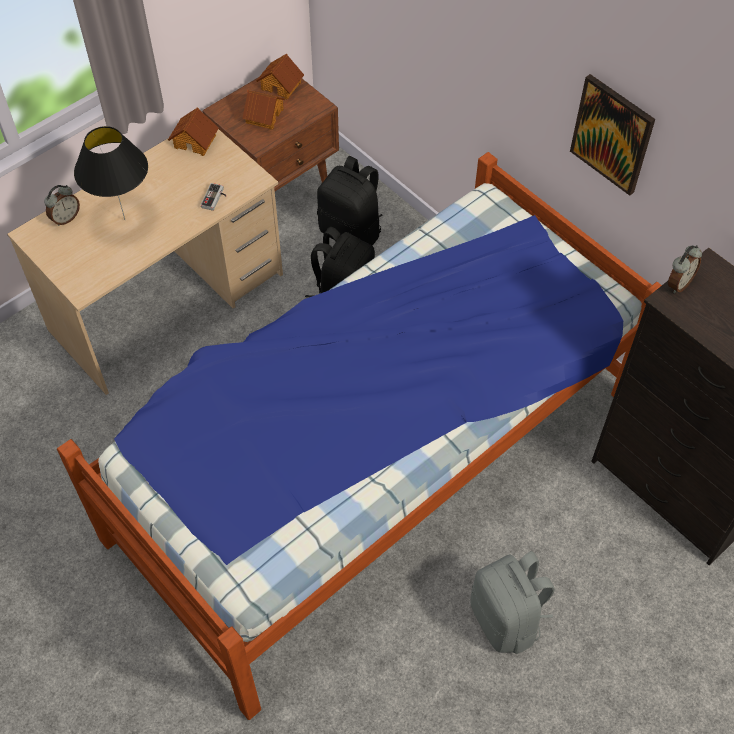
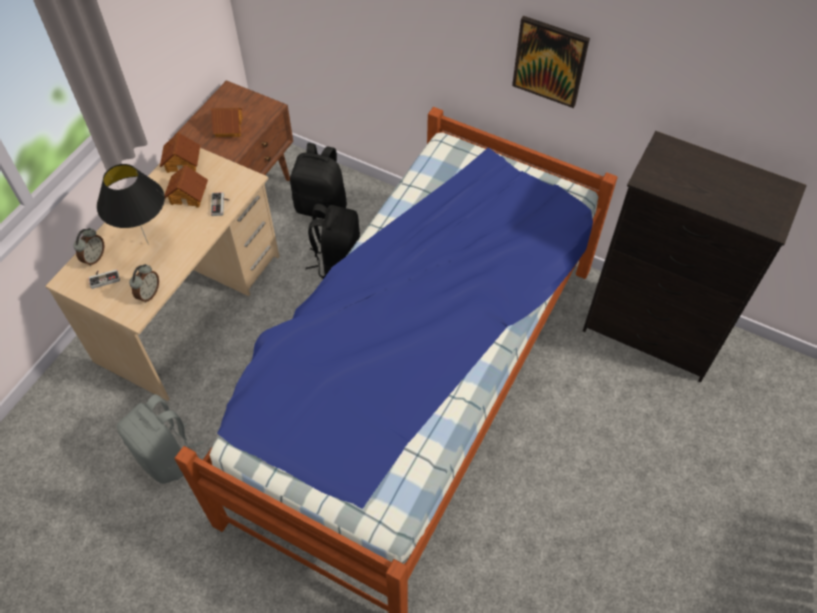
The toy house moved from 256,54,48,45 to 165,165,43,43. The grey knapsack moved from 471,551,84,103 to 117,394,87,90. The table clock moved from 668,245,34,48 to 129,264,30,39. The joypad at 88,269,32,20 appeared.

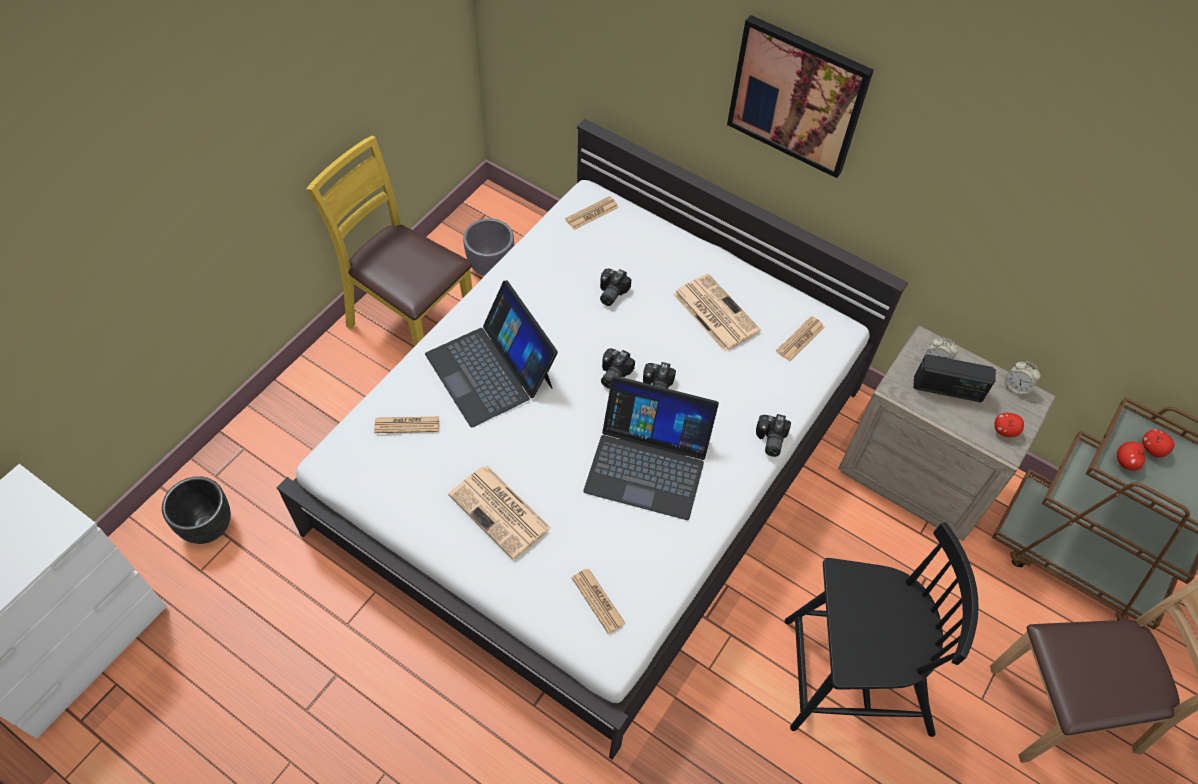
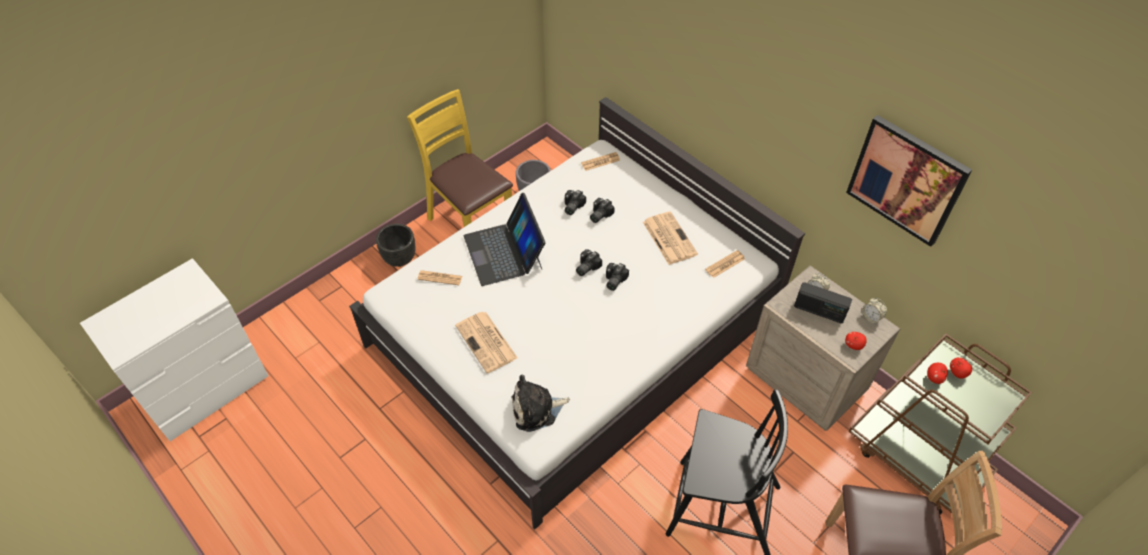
The black plant pot moved from 162,476,69,68 to 376,224,39,43. The newspaper at 571,569,55,65 was replaced by the soft toy at 511,374,59,58. The notebook computer at 583,376,136,144 disappeared. The wall art moved from 727,15,147,163 to 846,115,126,132. The still camera moved from 756,414,35,43 to 565,190,21,25.

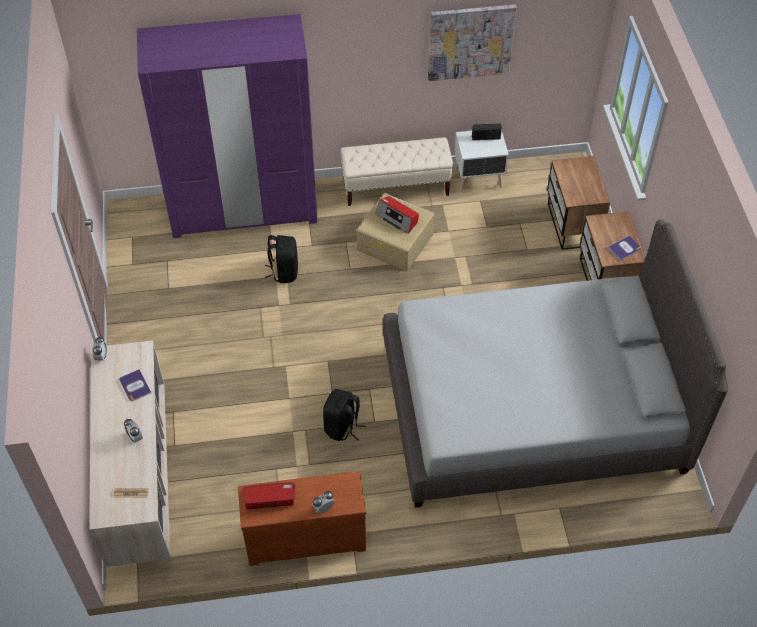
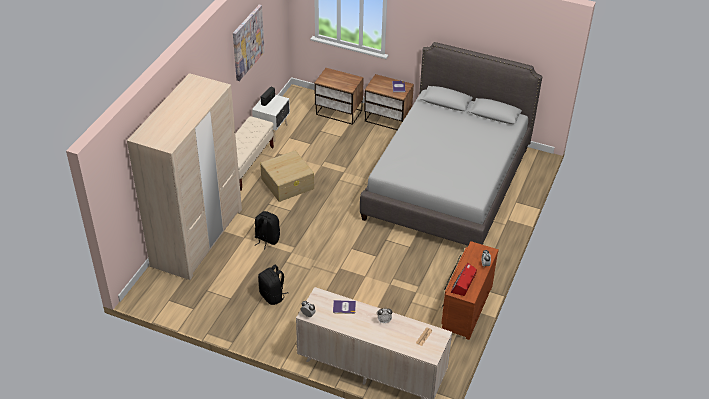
The purplish wardrobe at 137,14,181,224 became the sand-coloured wardrobe at 127,73,115,207. The black knapsack moved from 323,389,42,52 to 258,265,30,40. The radio set at 375,196,44,38 disappeared.

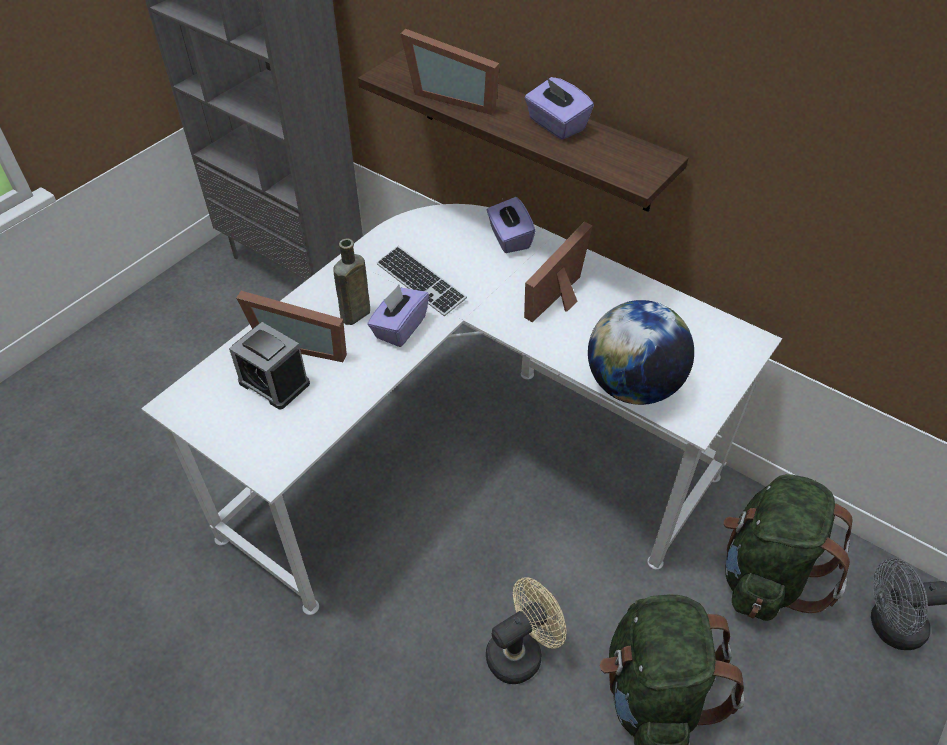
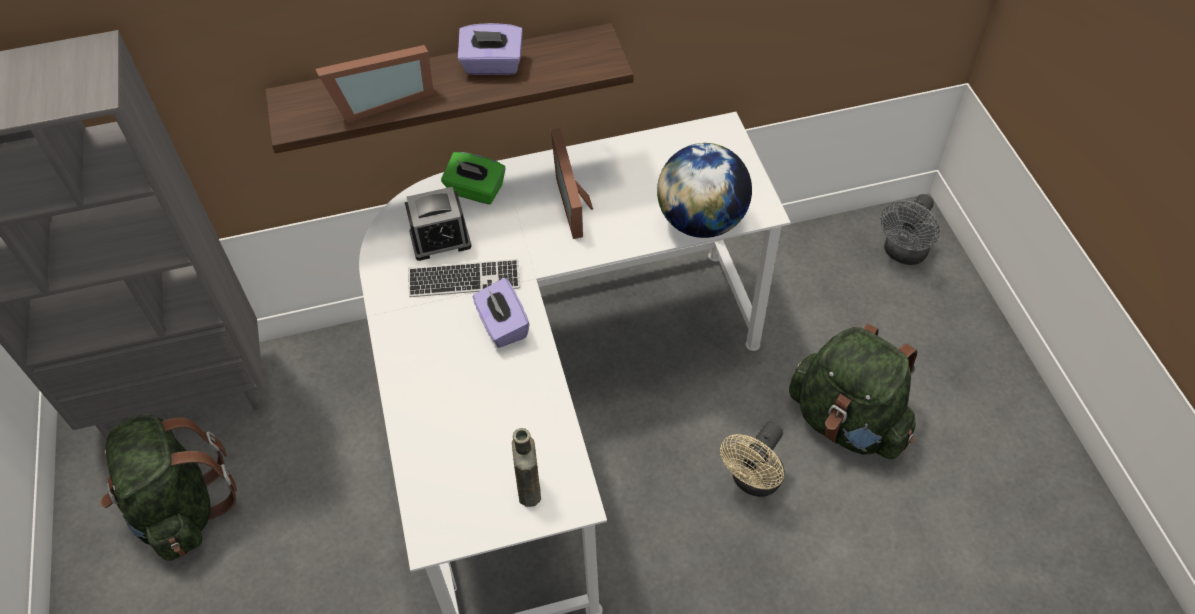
The table clock moved from 229,322,81,87 to 405,187,67,74. The picture frame at 236,291,111,71 disappeared. The brownish drink bottle moved from 334,239,36,86 to 512,428,29,79. The sand-coloured cooling fan at 486,577,81,107 turned 150 degrees counterclockwise. The purplish box of tissues at 487,197,48,56 became the green box of tissues at 441,152,64,53. The green knapsack moved from 724,474,128,147 to 101,415,136,146.

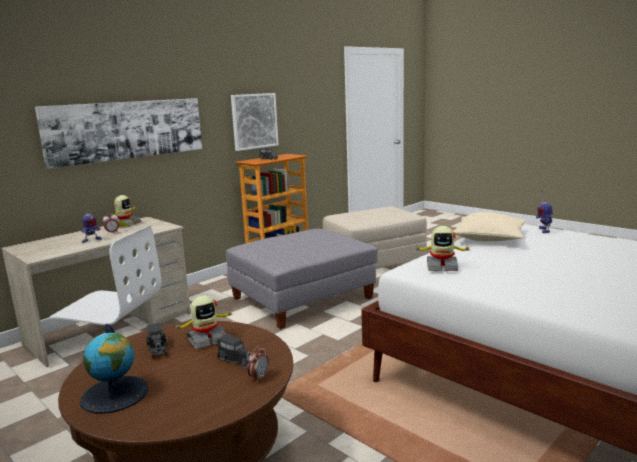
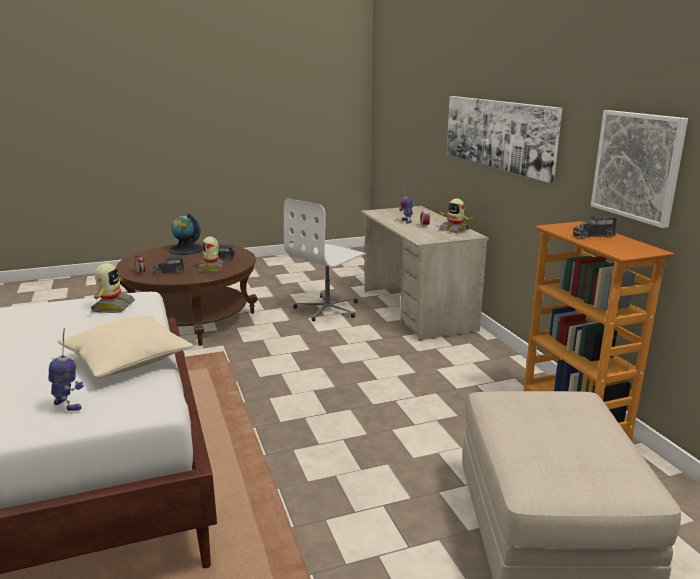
The grey ottoman at 226,229,152,100 disappeared. The toy robot at 414,226,58,45 turned 150 degrees clockwise.

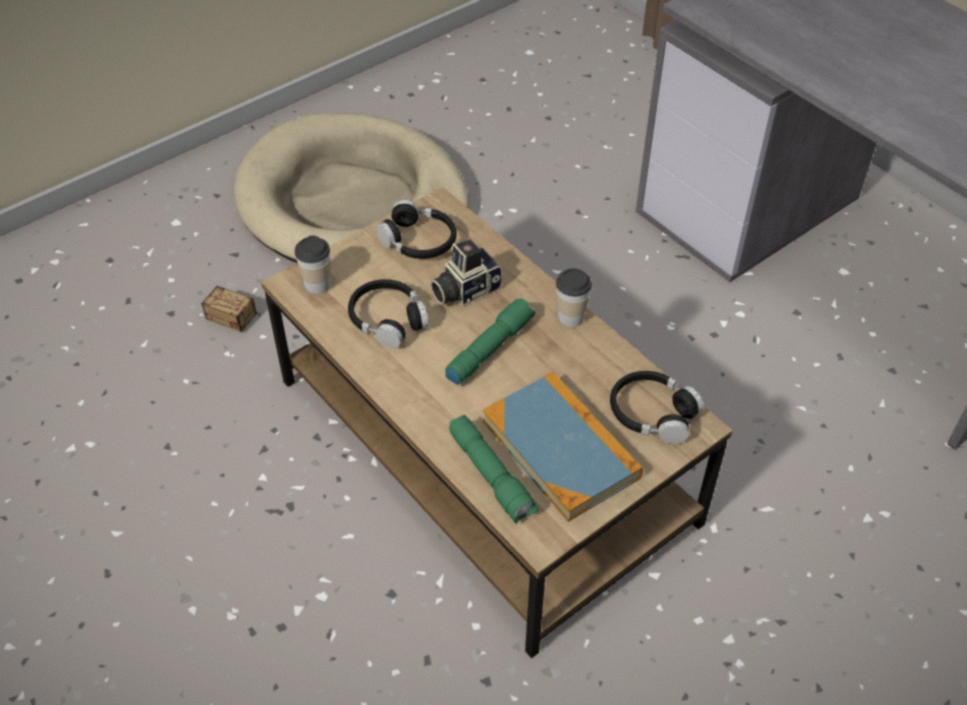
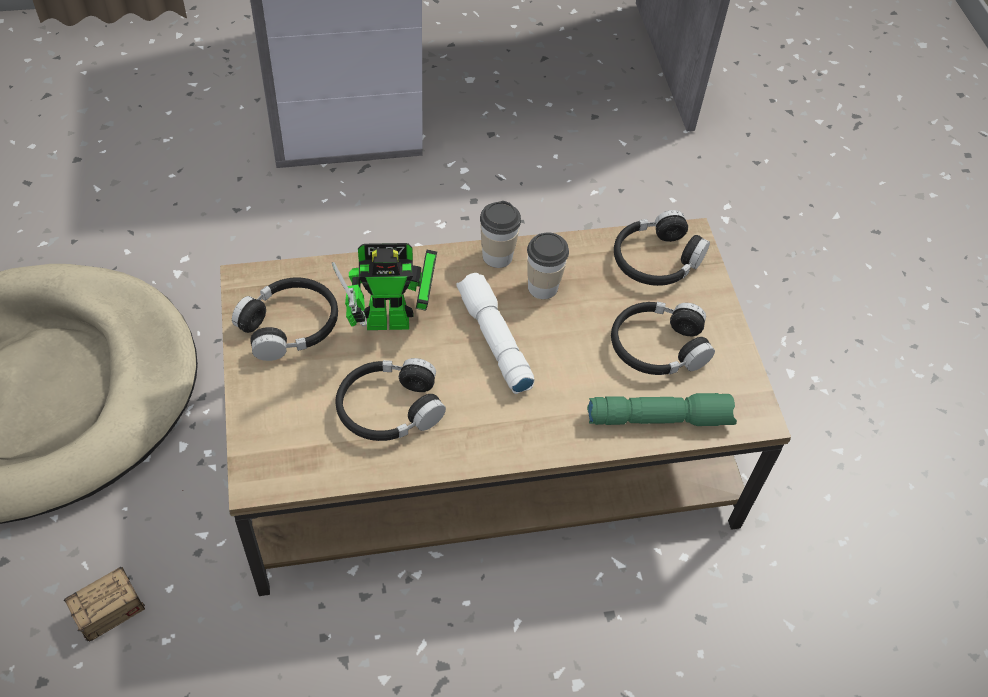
The cup moved from 295,235,36,59 to 527,233,42,66. The still camera at 430,239,72,67 was replaced by the toy robot at 332,243,105,87. The green hand torch at 445,298,91,87 became the white-coloured hand torch at 456,273,78,121. The bound book at 483,372,160,150 was replaced by the black pair of headphones at 611,302,104,73.

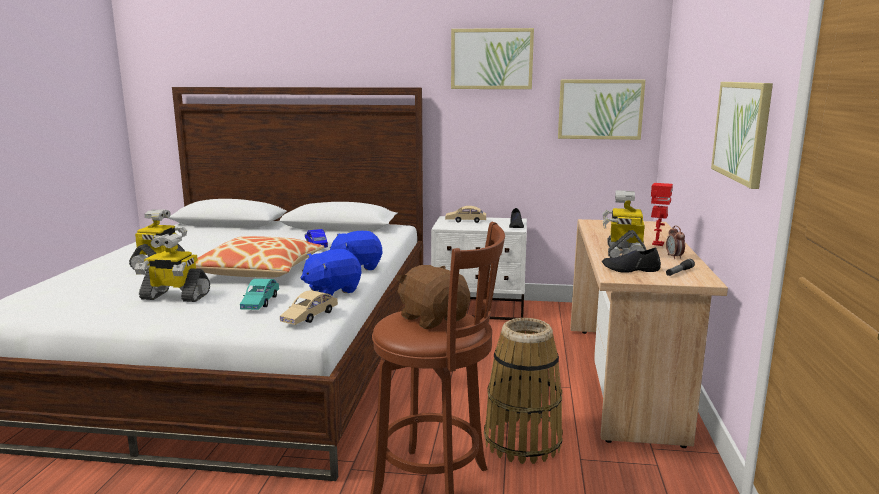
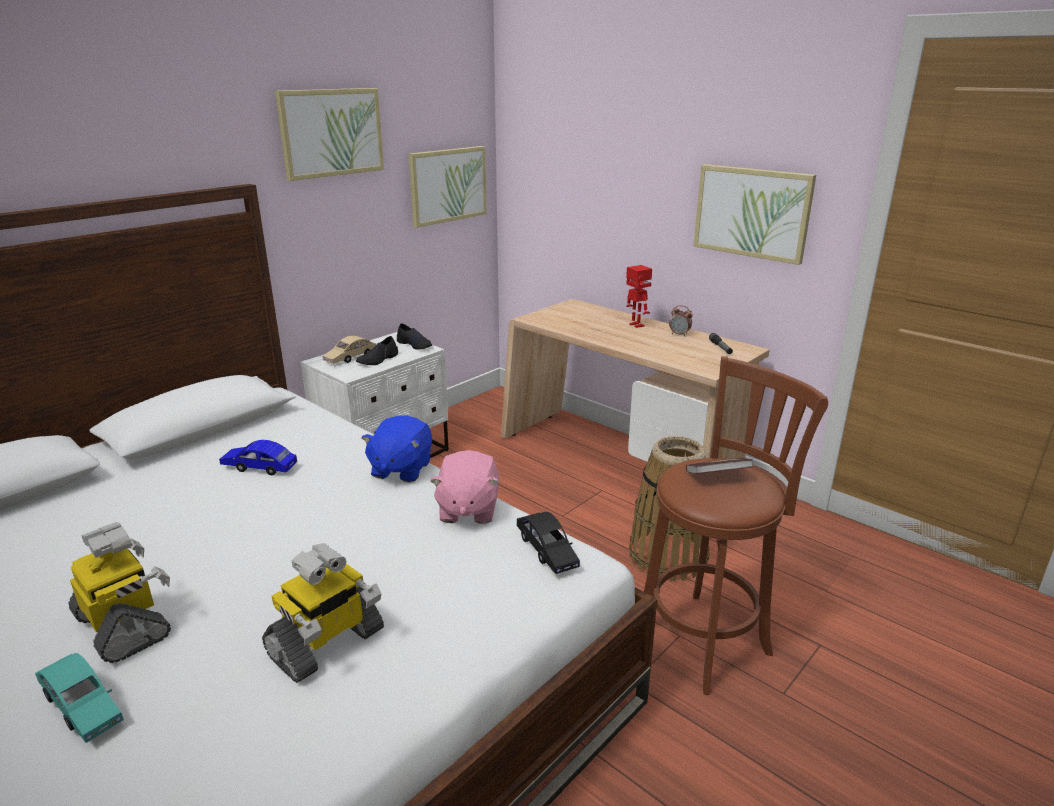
The throw pillow at 196,236,128,42 disappeared. The turquoise-coloured model car moved from 240,279,39,31 to 35,653,89,90. The sand-coloured model car at 280,290,58,35 became the black model car at 517,512,63,62. The bluish soft toy at 301,249,60,46 became the pink-coloured soft toy at 430,450,69,74. The brownish soft toy at 395,265,75,64 was replaced by the bound book at 686,458,68,16. The black shoe moved from 602,247,59,26 to 356,336,42,29. The toy robot at 603,190,43,68 disappeared.

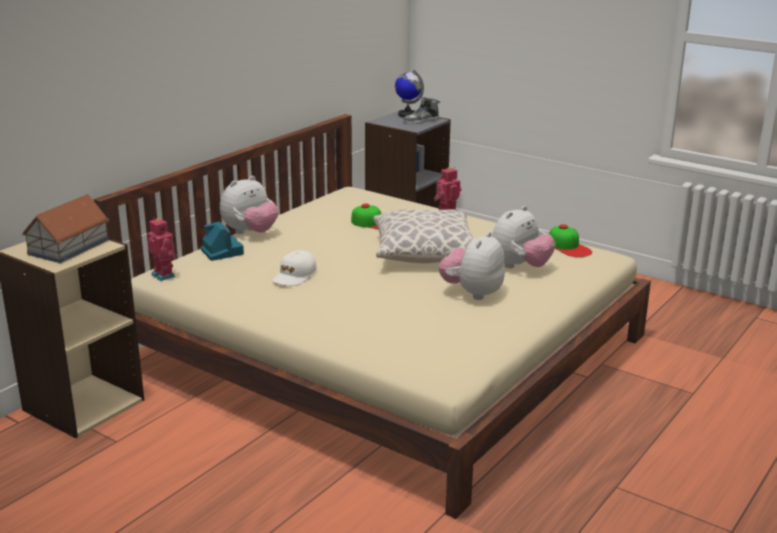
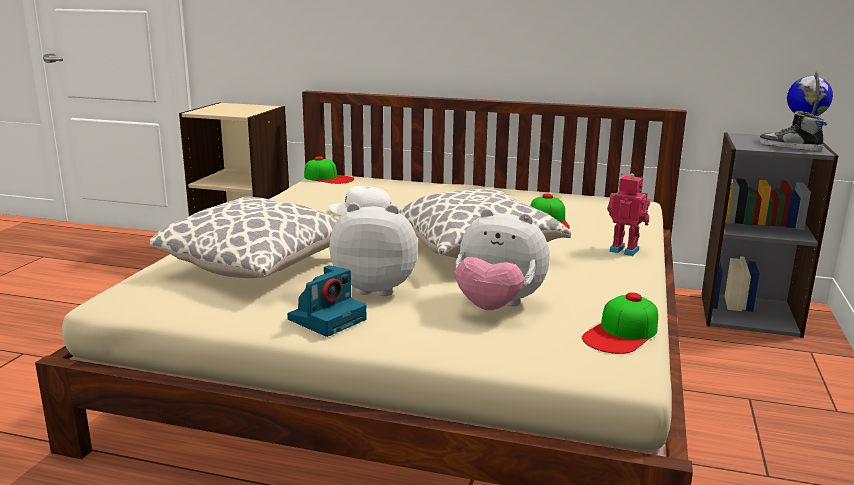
The toy house at 22,194,87,69 disappeared. The toy robot at 147,217,30,64 was replaced by the peaked cap at 304,156,50,28. The still camera moved from 201,222,43,39 to 287,265,79,72. The soft toy at 220,176,59,58 disappeared. The throw pillow at 150,196,188,82 appeared.

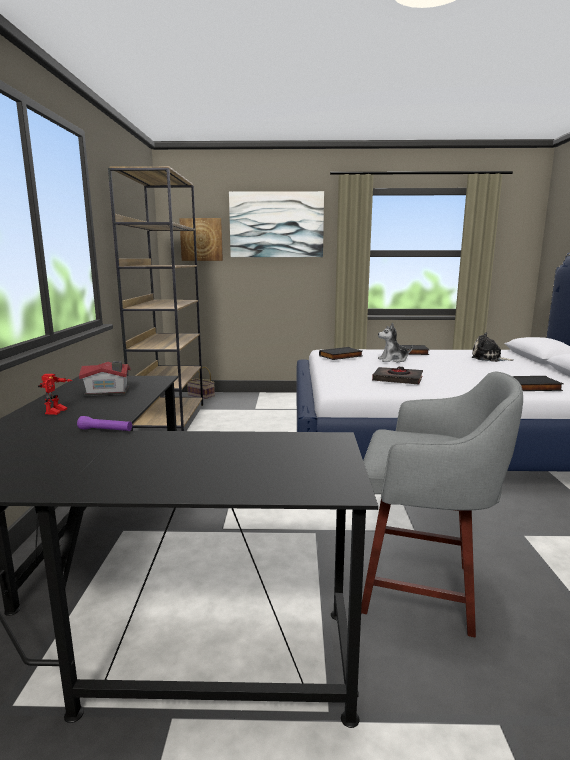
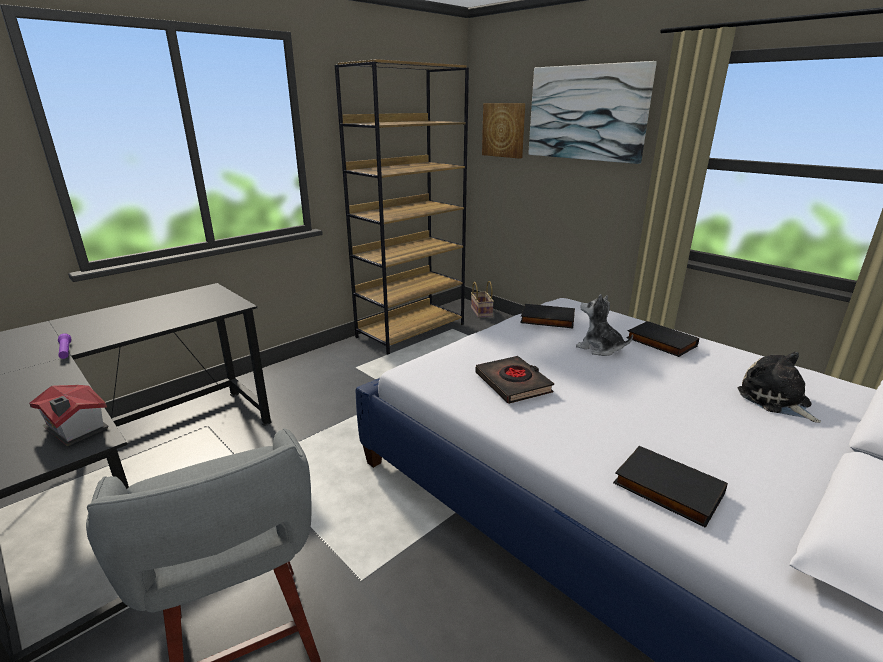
The toy robot at 38,374,35,41 disappeared. The toy house moved from 79,361,52,35 to 29,385,79,61.

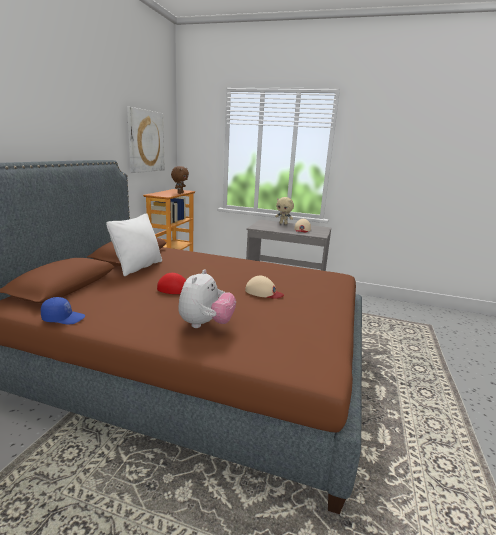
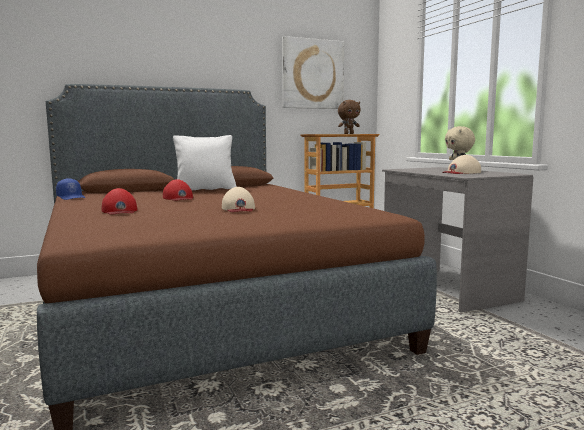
The soft toy at 178,269,58,59 was replaced by the reddish peaked cap at 102,188,36,27.

